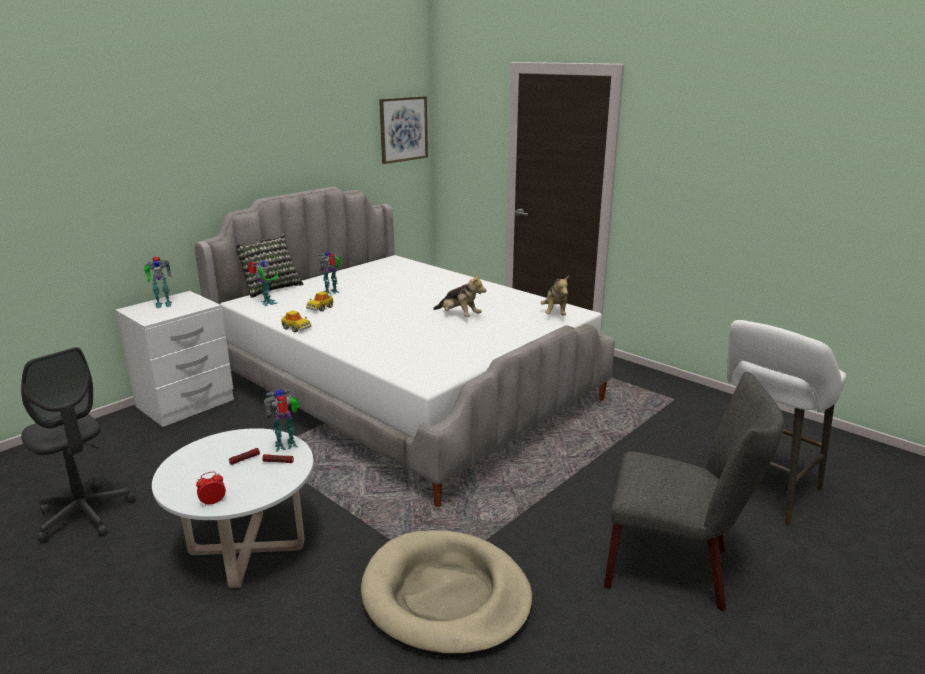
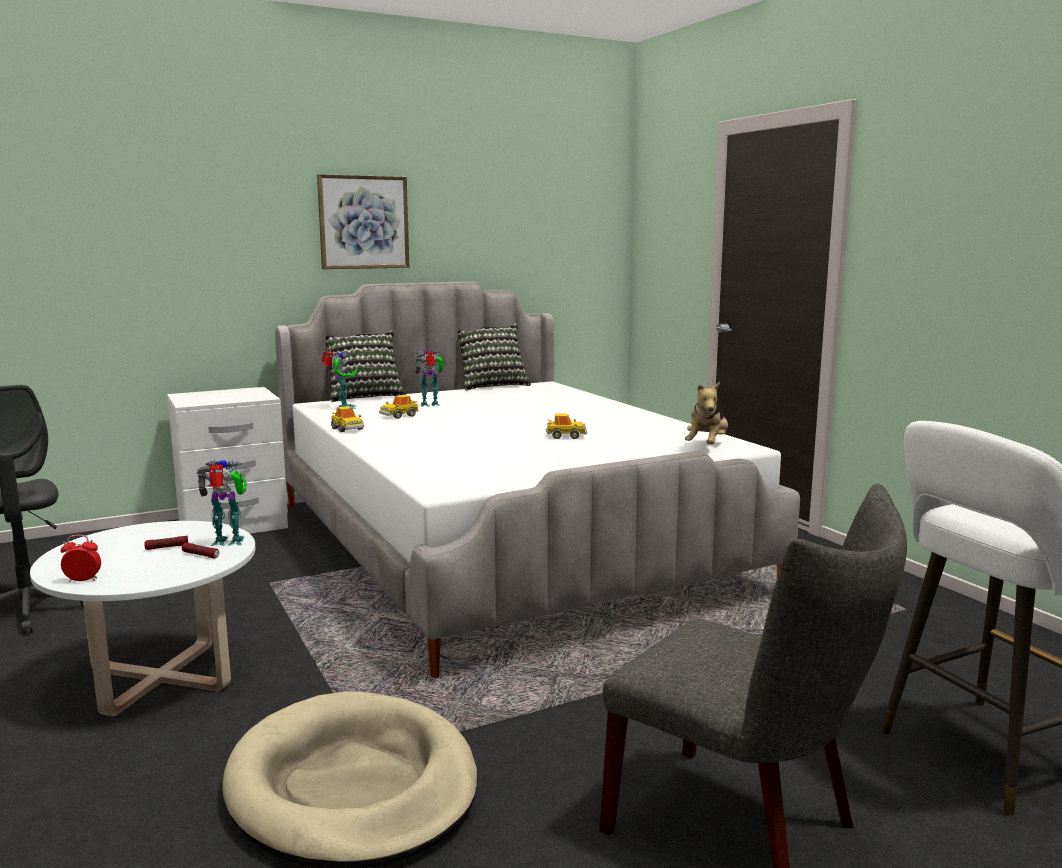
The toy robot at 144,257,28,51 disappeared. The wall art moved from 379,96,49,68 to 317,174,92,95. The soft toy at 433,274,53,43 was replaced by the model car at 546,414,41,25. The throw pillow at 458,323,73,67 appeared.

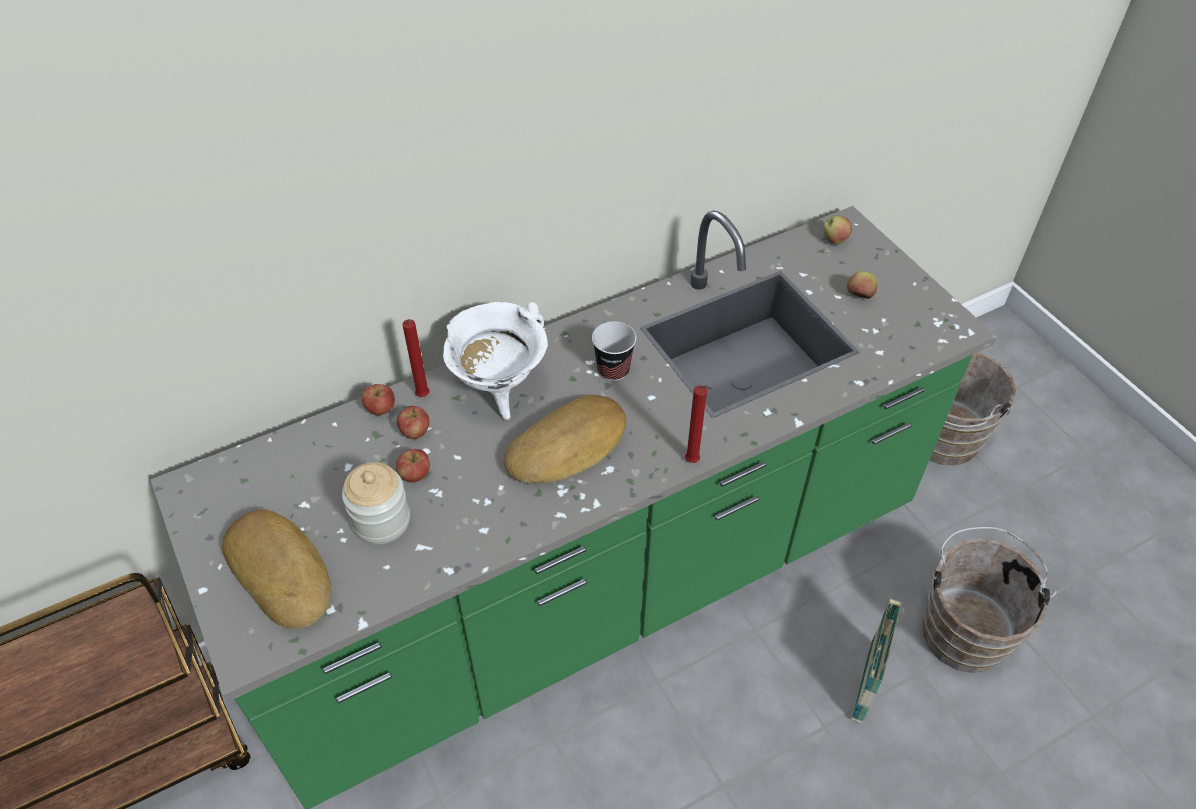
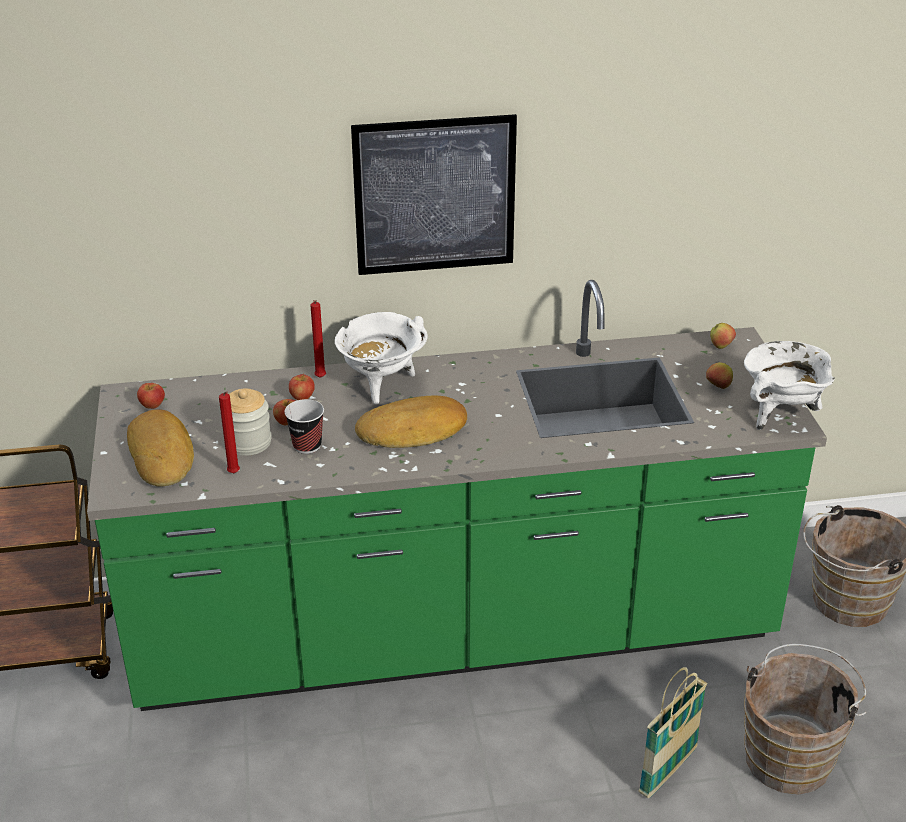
The apple moved from 362,384,33,31 to 137,383,28,26. The cup moved from 592,321,44,60 to 284,399,40,55. The reddish wax candle moved from 685,385,27,78 to 219,391,21,82. The wall art at 351,114,166,161 appeared. The white-coloured stockpot at 744,341,91,89 appeared.

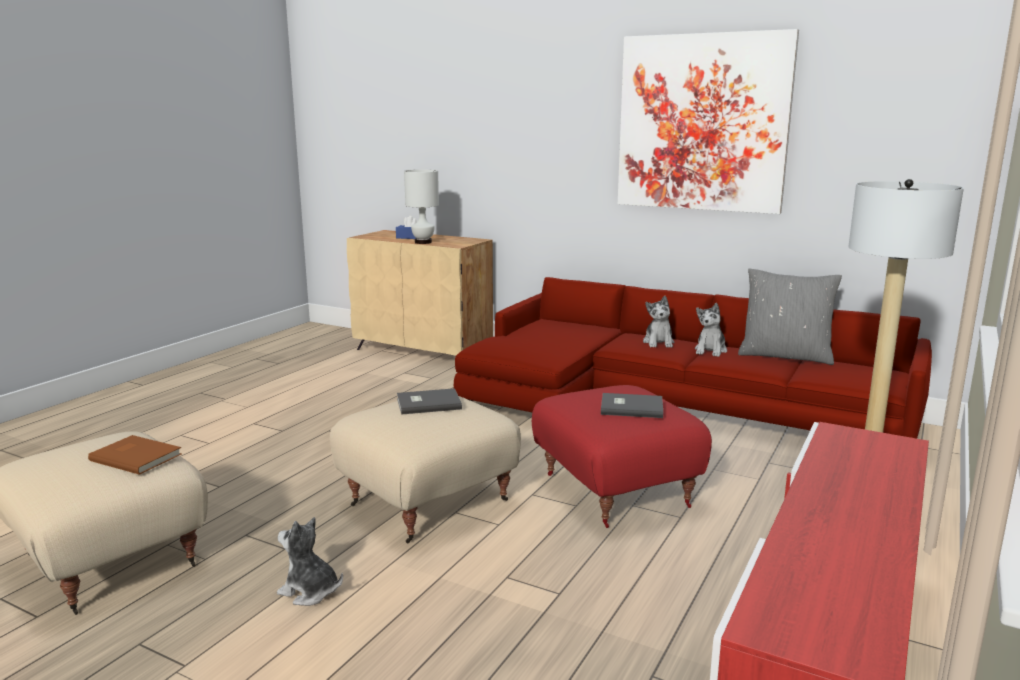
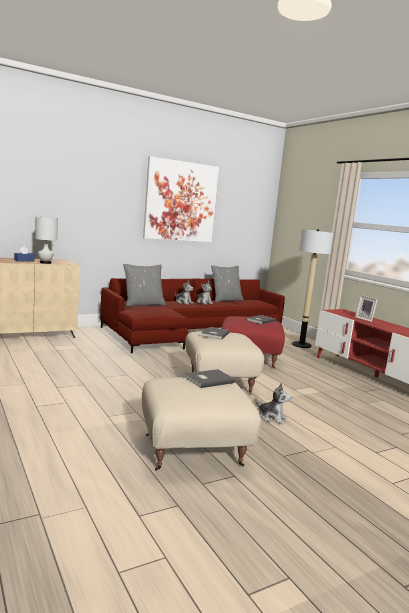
The brownish bound book at 88,435,94,40 became the grey bound book at 185,369,50,19. The soft toy at 277,517,66,89 turned 120 degrees counterclockwise. The grey throw pillow at 123,264,43,43 appeared. The picture frame at 356,295,22,27 appeared.

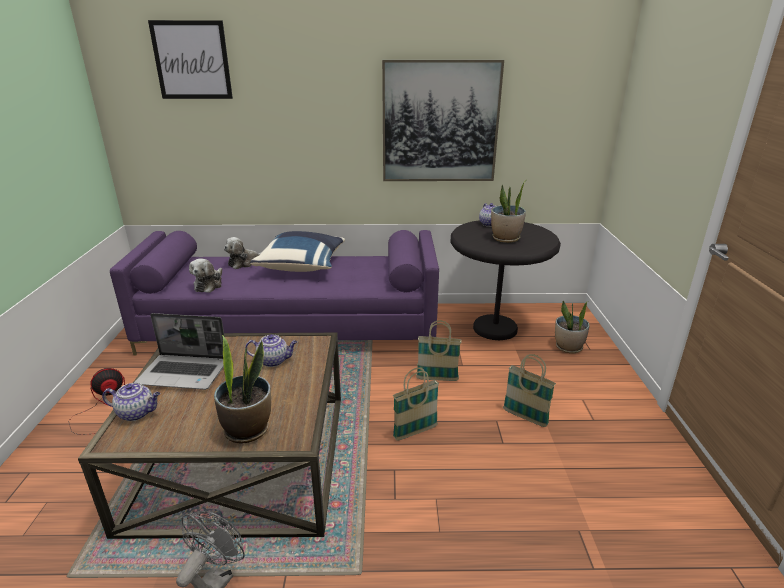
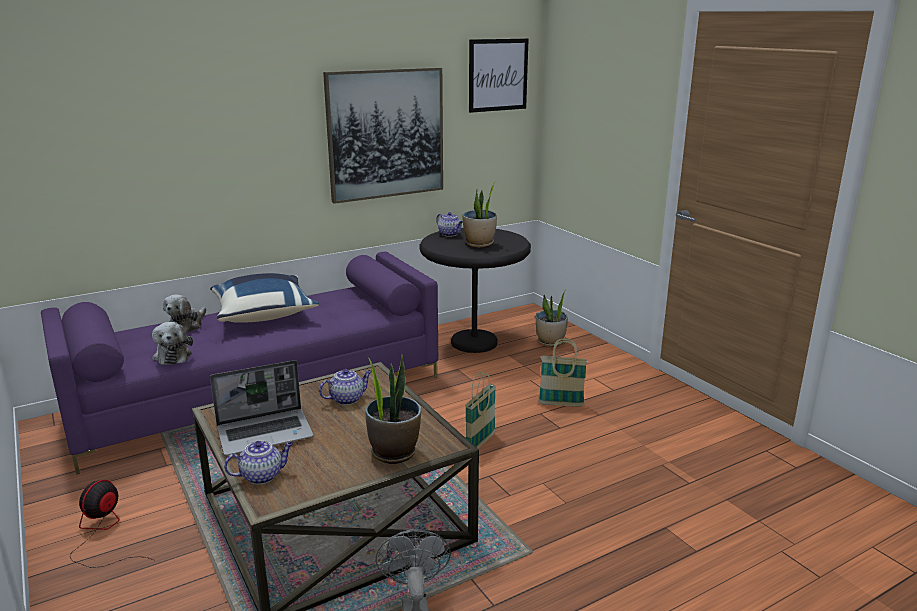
The wall art moved from 148,20,85,79 to 469,38,60,75. The storage basket at 416,320,45,61 disappeared.

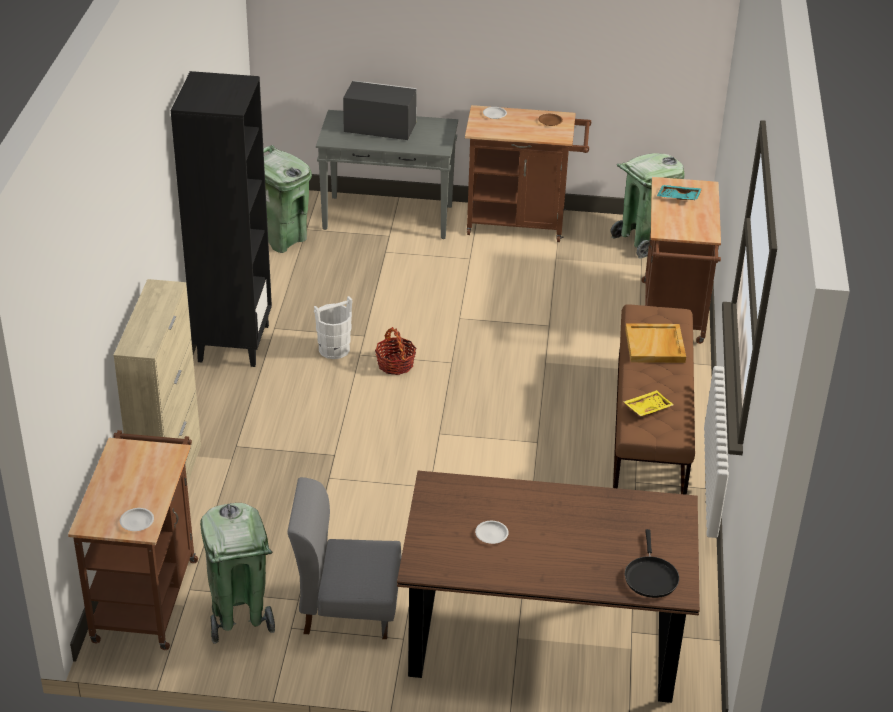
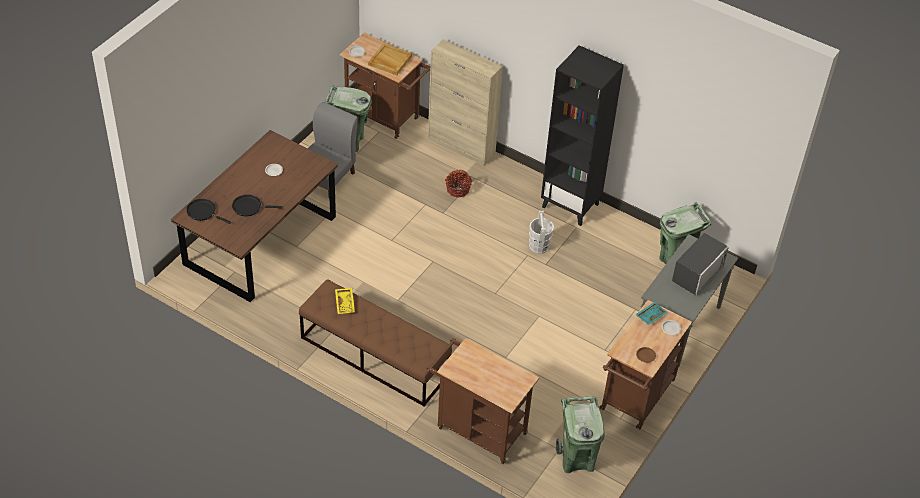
The storage basket moved from 375,327,42,48 to 445,170,27,28. The sand-coloured tray moved from 625,323,61,40 to 368,43,44,32. The turquoise-coloured tray moved from 657,185,45,15 to 635,302,33,23. The black frying pan at 232,195,51,21 appeared.

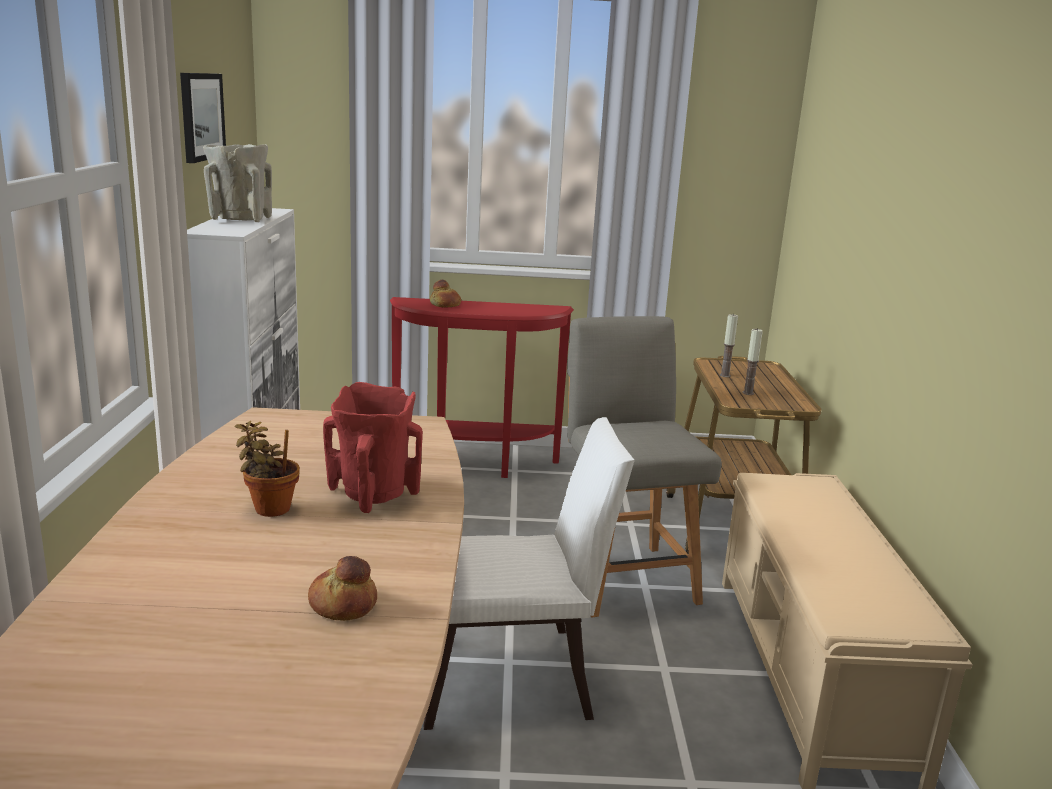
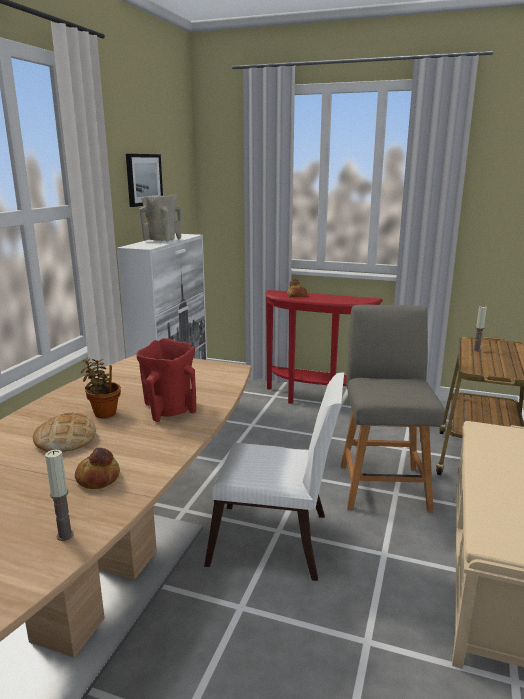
The wax candle moved from 742,328,21,67 to 45,450,29,91. The baked bread at 33,412,63,40 appeared.

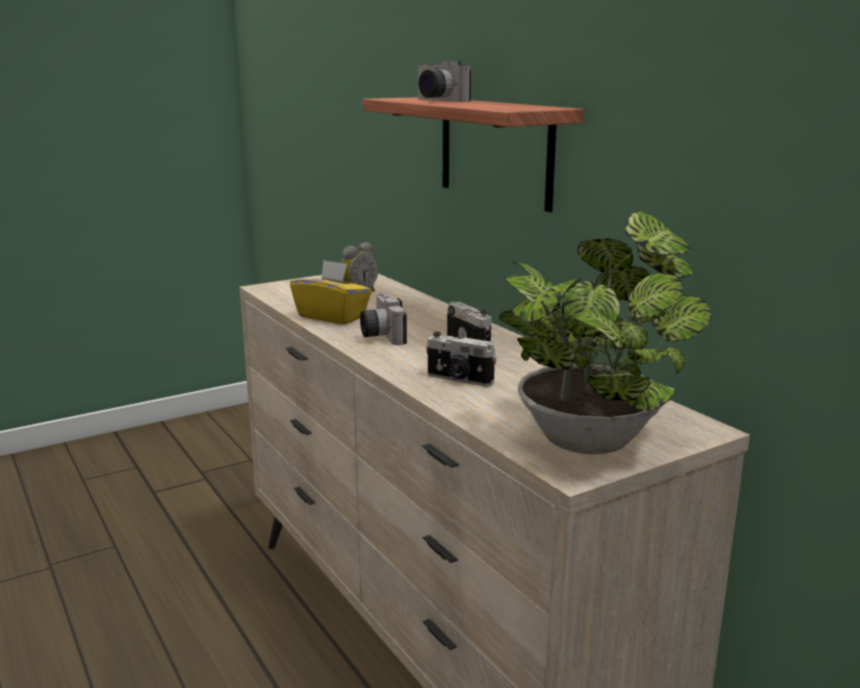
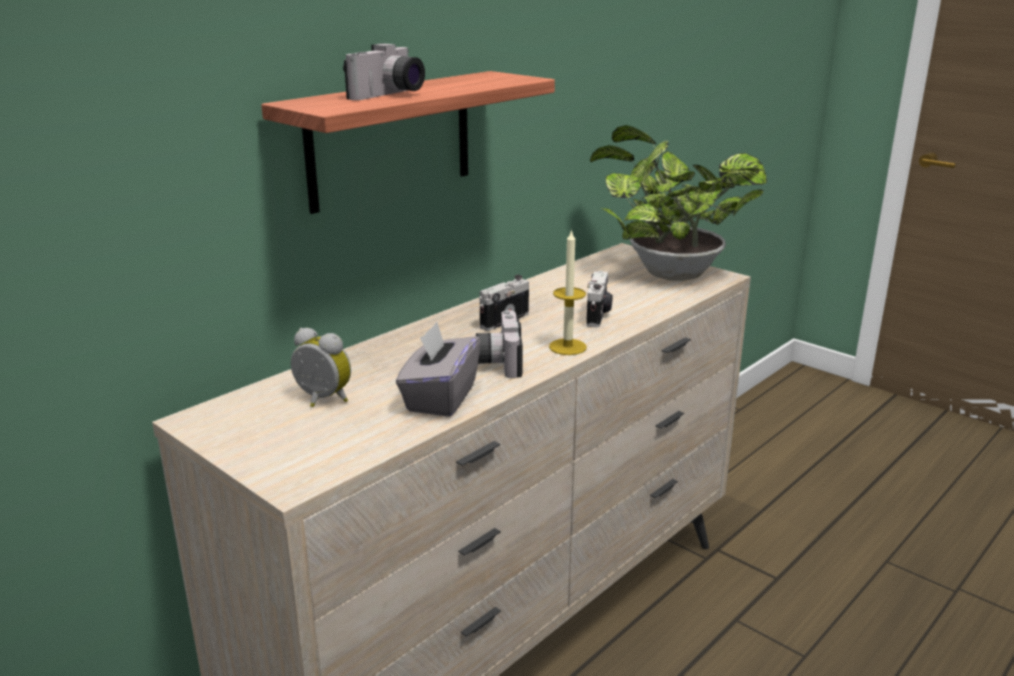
The yellow-coloured box of tissues at 290,260,82,65 became the grey box of tissues at 396,322,85,95. The still camera at 360,293,47,52 turned 120 degrees clockwise. The wax candle at 549,229,38,126 appeared.

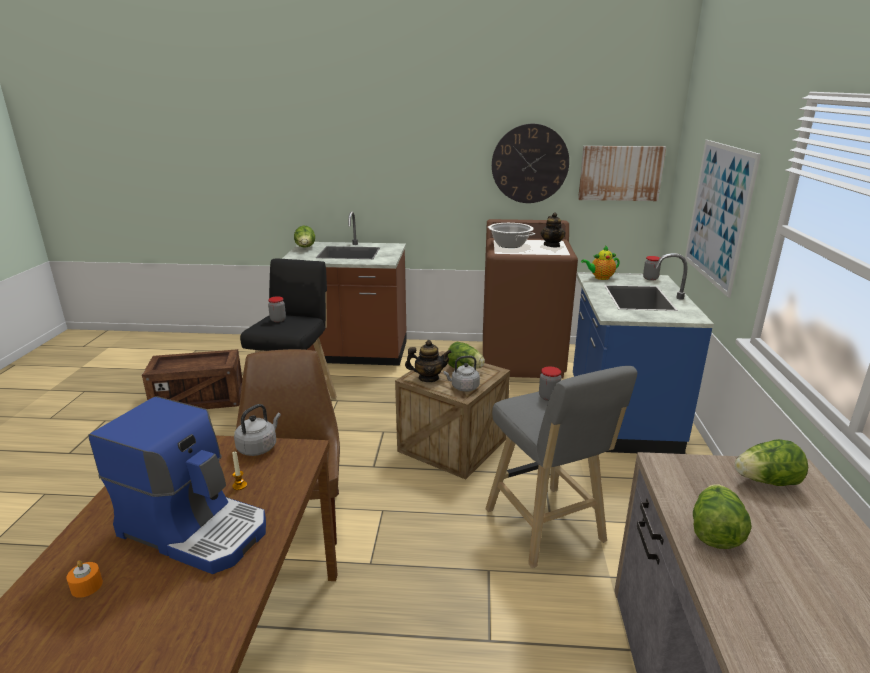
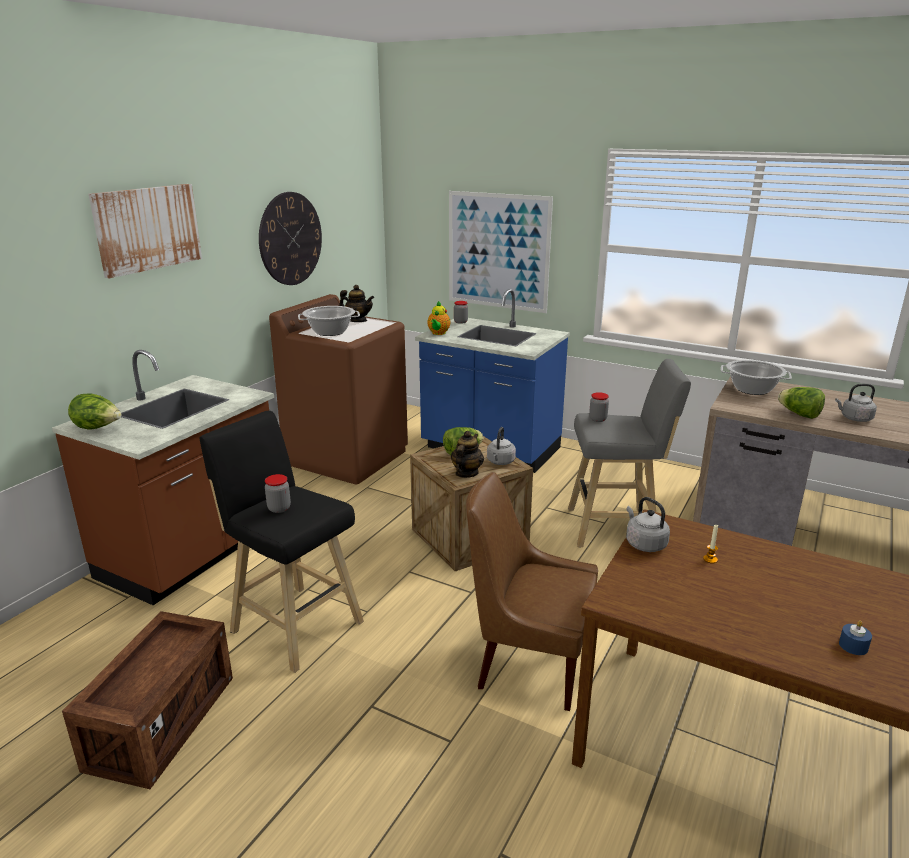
The orangey wax candle at 66,560,37,38 became the bluish wax candle at 839,620,33,35. The coffee brewer at 88,396,178,178 disappeared. The wall art moved from 578,146,88,55 to 88,184,114,95. The head of lettuce at 735,439,73,47 was replaced by the stockpot at 721,360,71,35. The grey kettle at 835,384,42,38 appeared.

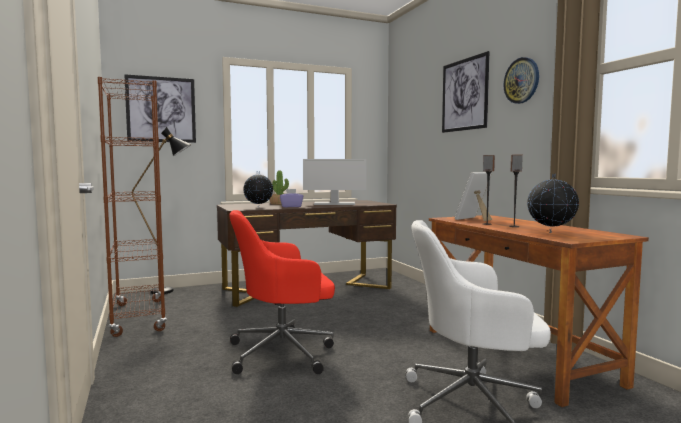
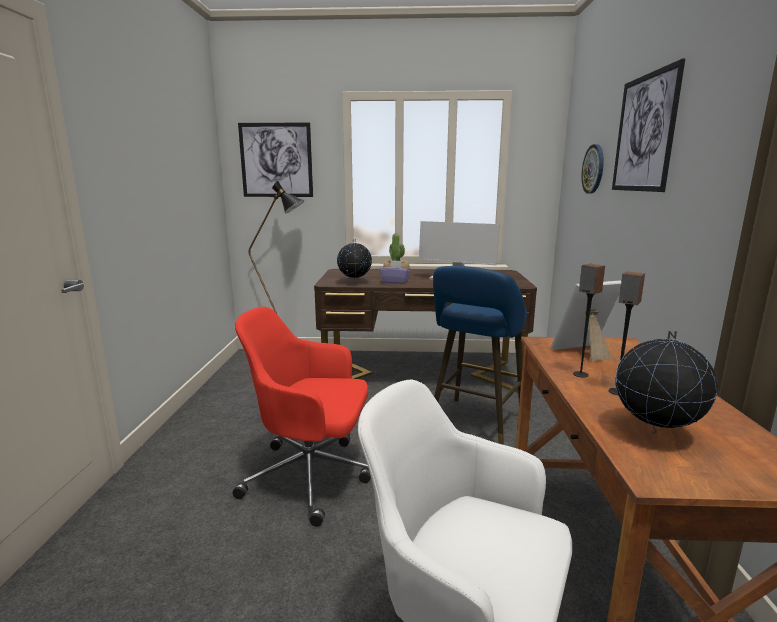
The brownish bookcase at 98,77,69,260 disappeared. The clock on the wall moved from 503,57,36,47 to 582,144,22,50. The bluish stool at 433,266,94,179 appeared.

